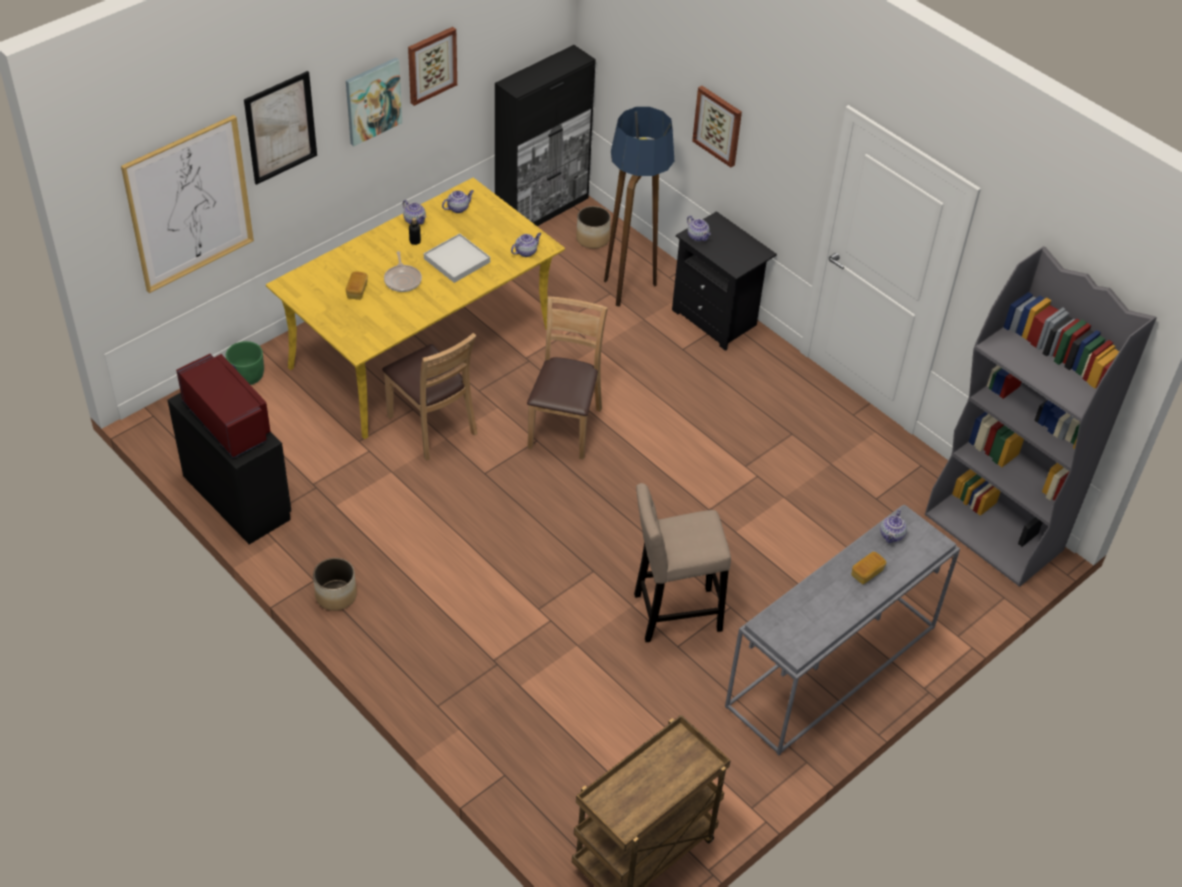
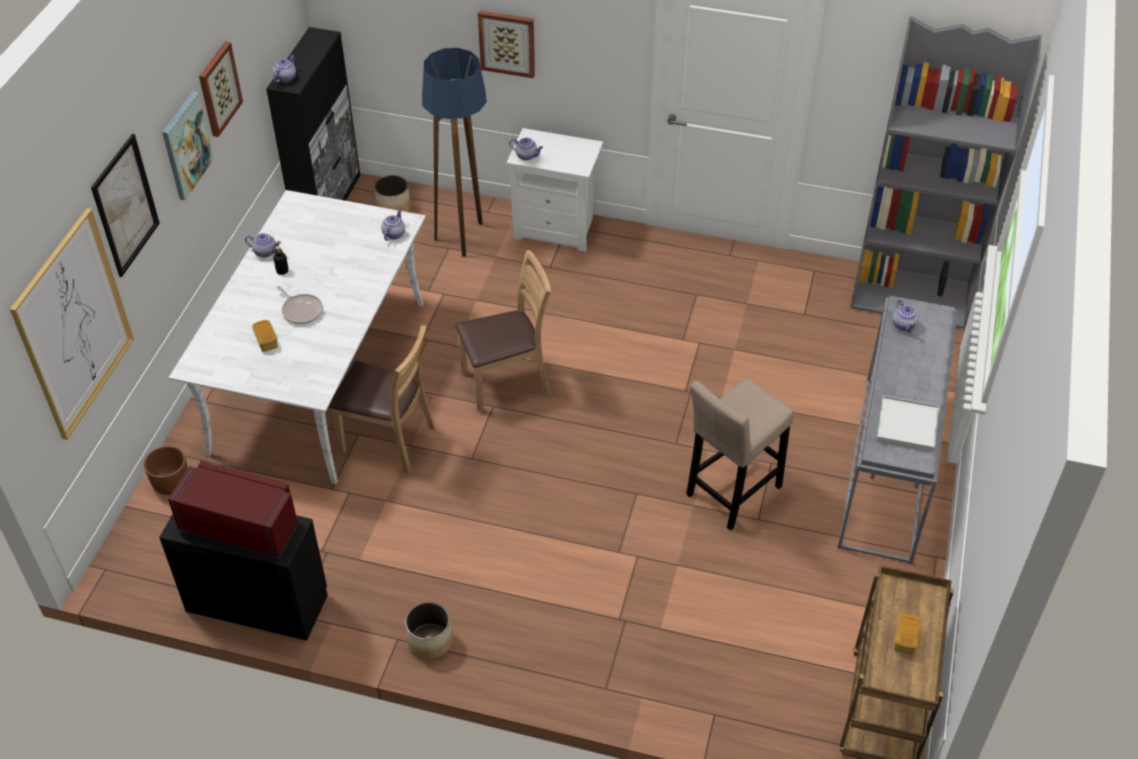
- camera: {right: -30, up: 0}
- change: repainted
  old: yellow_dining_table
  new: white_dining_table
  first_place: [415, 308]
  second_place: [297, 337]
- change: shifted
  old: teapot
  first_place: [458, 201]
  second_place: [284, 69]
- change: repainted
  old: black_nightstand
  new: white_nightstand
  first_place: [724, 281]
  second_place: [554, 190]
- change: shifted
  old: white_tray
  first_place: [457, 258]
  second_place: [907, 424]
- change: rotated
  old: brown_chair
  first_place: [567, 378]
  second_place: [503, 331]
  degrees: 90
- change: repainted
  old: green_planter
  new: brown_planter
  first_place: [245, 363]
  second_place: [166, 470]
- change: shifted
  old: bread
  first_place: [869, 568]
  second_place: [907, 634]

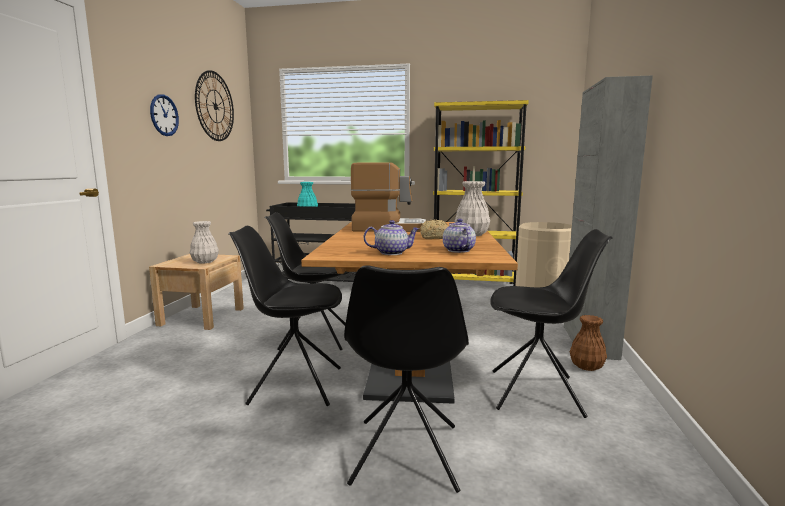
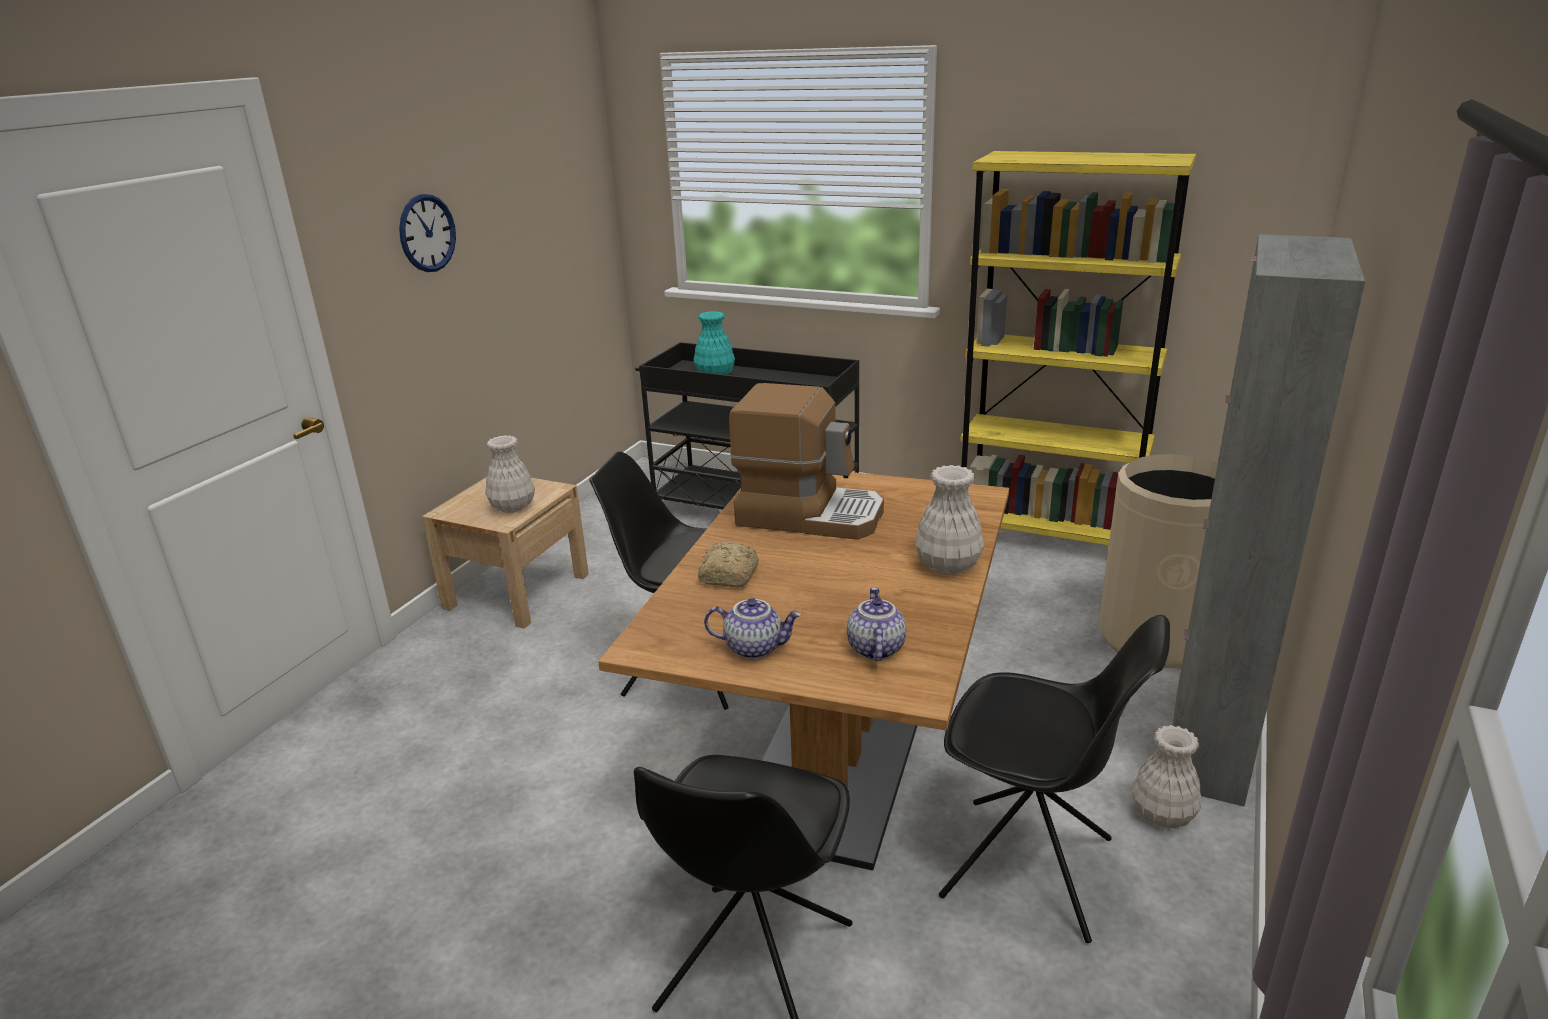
- camera: {right: 15, up: 15}
- change: gone
  old: wall_clock
  first_place: [214, 105]
- change: shifted
  old: bread
  first_place: [434, 229]
  second_place: [728, 564]
- change: gone
  old: black_chair
  first_place: [285, 316]
- change: repainted
  old: brown_vase
  new: white_vase
  first_place: [588, 343]
  second_place: [1166, 777]

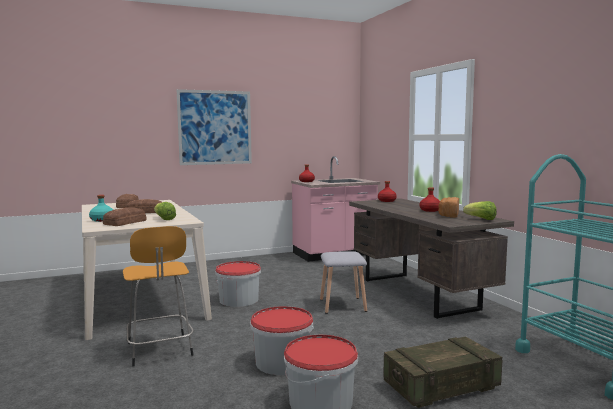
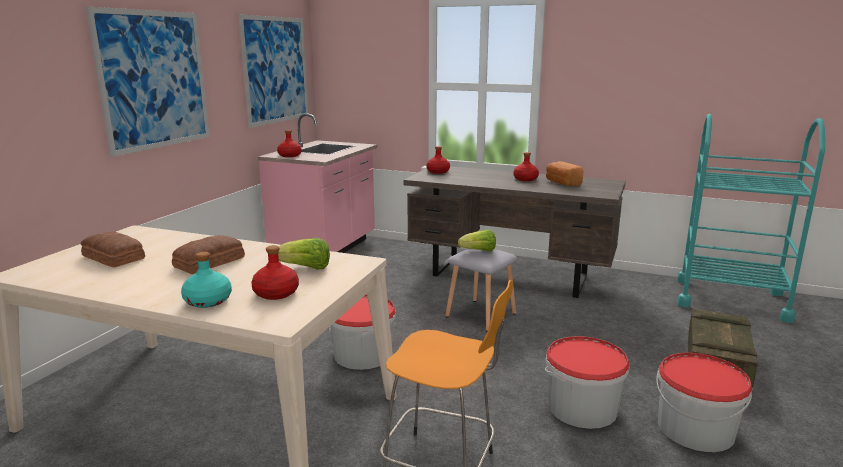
- camera: {right: -45, up: 10}
- change: shifted
  old: lettuce
  first_place: [480, 210]
  second_place: [477, 240]
- change: swapped
  old: bread
  new: red_bottle
  first_place: [125, 217]
  second_place: [275, 272]
- change: new
  new: picture
  second_place: [273, 71]

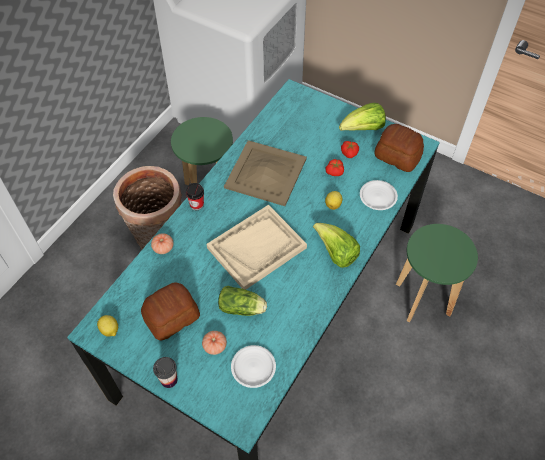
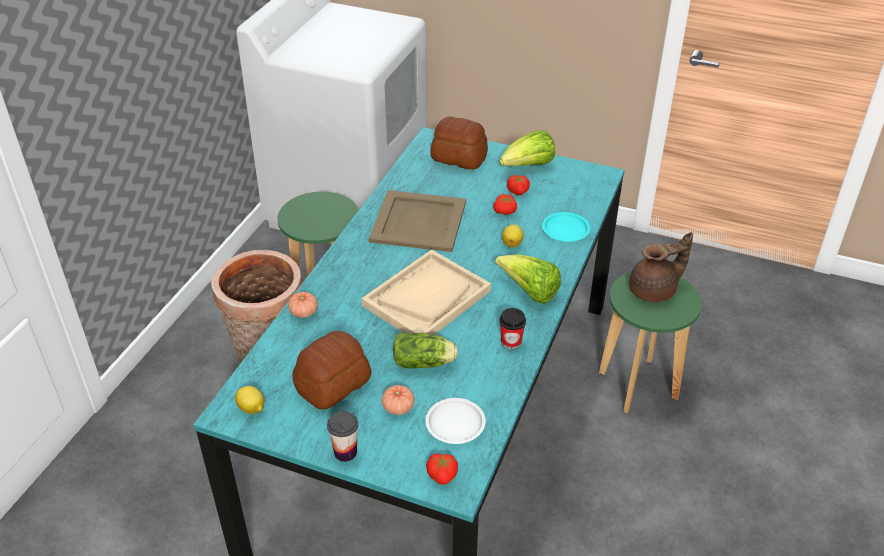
- camera: {right: -10, up: -15}
- change: shifted
  old: bread
  first_place: [399, 148]
  second_place: [459, 143]
- change: repainted
  old: white_plate
  new: turquoise_plate
  first_place: [379, 195]
  second_place: [566, 227]
- change: shifted
  old: cup
  first_place: [195, 196]
  second_place: [512, 329]
- change: new
  new: brown_teapot
  second_place: [661, 267]
- change: new
  new: tomato
  second_place: [442, 469]

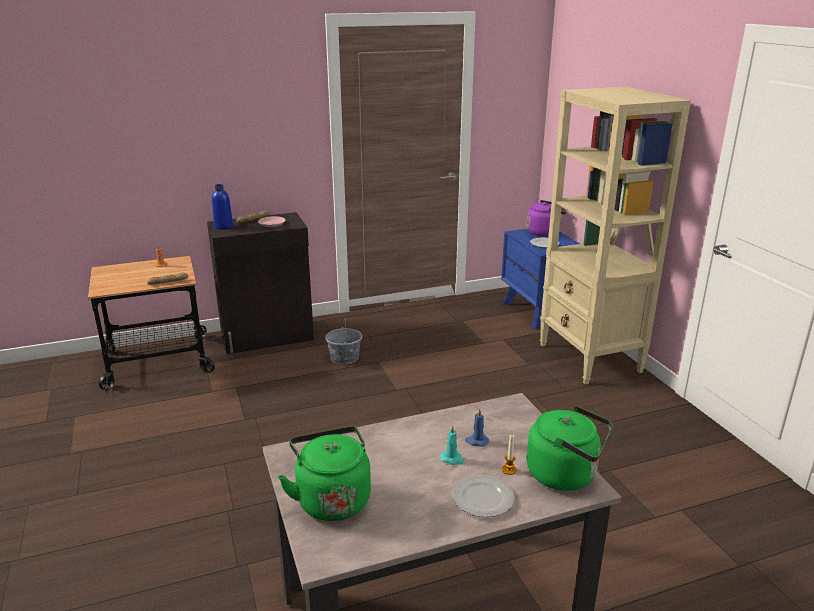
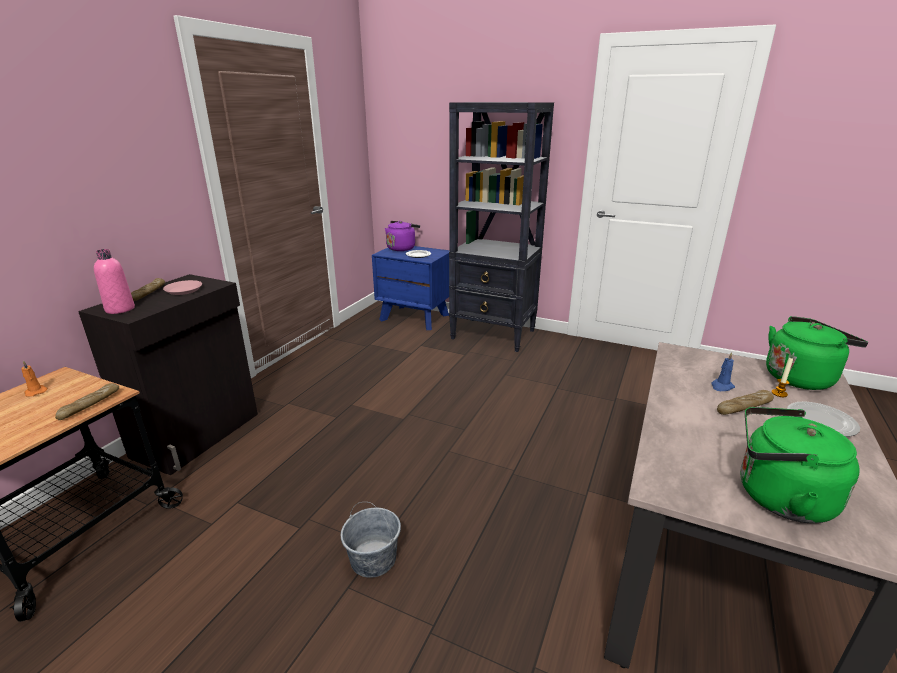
- camera: {right: -45, up: 0}
- change: repainted
  old: beige_bookcase
  new: black_bookcase
  first_place: [615, 236]
  second_place: [501, 227]
- change: repainted
  old: blue_bottle
  new: pink_bottle
  first_place: [222, 207]
  second_place: [114, 281]
- change: shifted
  old: grey_bucket
  first_place: [343, 341]
  second_place: [371, 540]
- change: swapped
  old: turquoise_candle
  new: bread
  first_place: [452, 445]
  second_place: [745, 402]

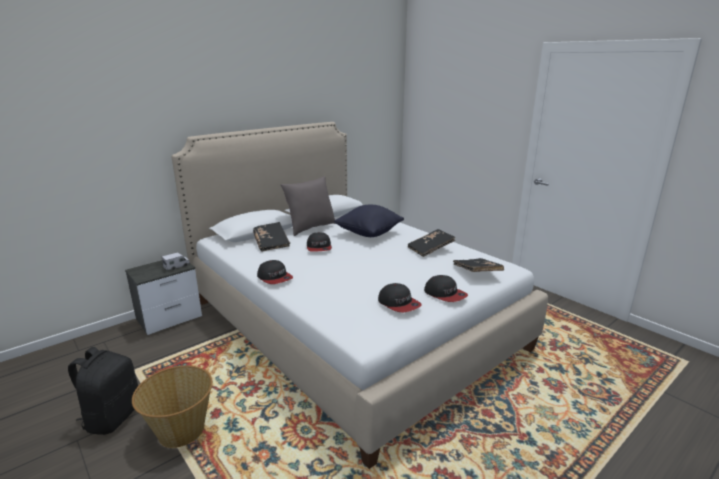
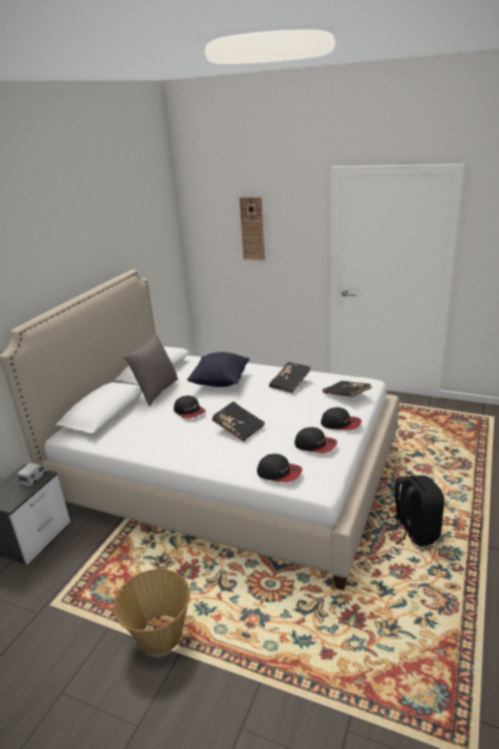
- camera: {right: -25, up: 5}
- change: shifted
  old: black_book
  first_place: [271, 237]
  second_place: [238, 421]
- change: shifted
  old: cap
  first_place: [275, 272]
  second_place: [279, 468]
- change: shifted
  old: black_backpack
  first_place: [103, 391]
  second_place: [414, 511]
- change: new
  new: wall_clock
  second_place: [252, 229]

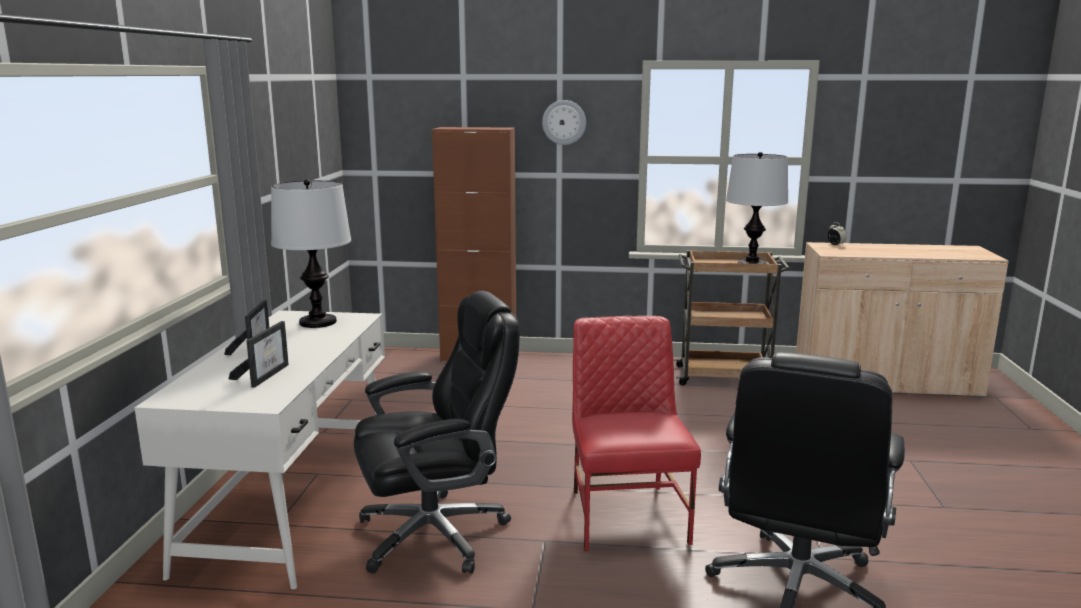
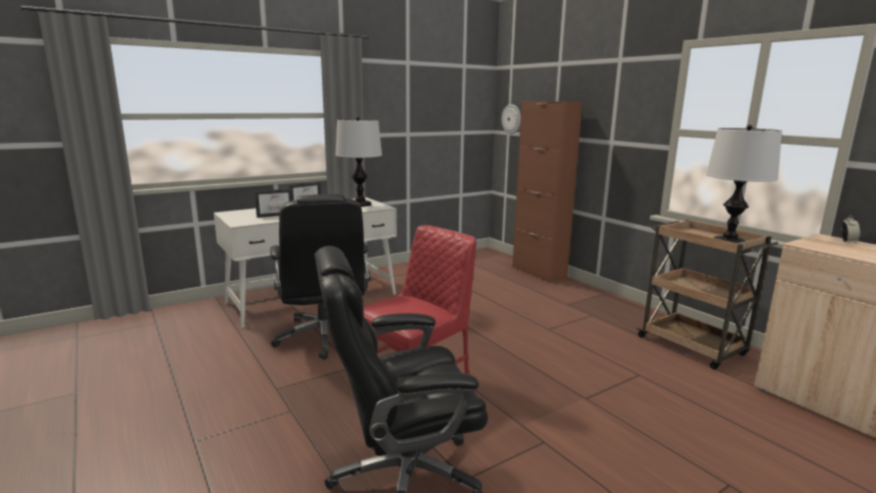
- camera: {right: 50, up: 0}
- change: shifted
  old: wall_clock
  first_place: [564, 122]
  second_place: [511, 119]
- change: rotated
  old: black_office_chair
  first_place: [437, 432]
  second_place: [320, 277]
  degrees: 45

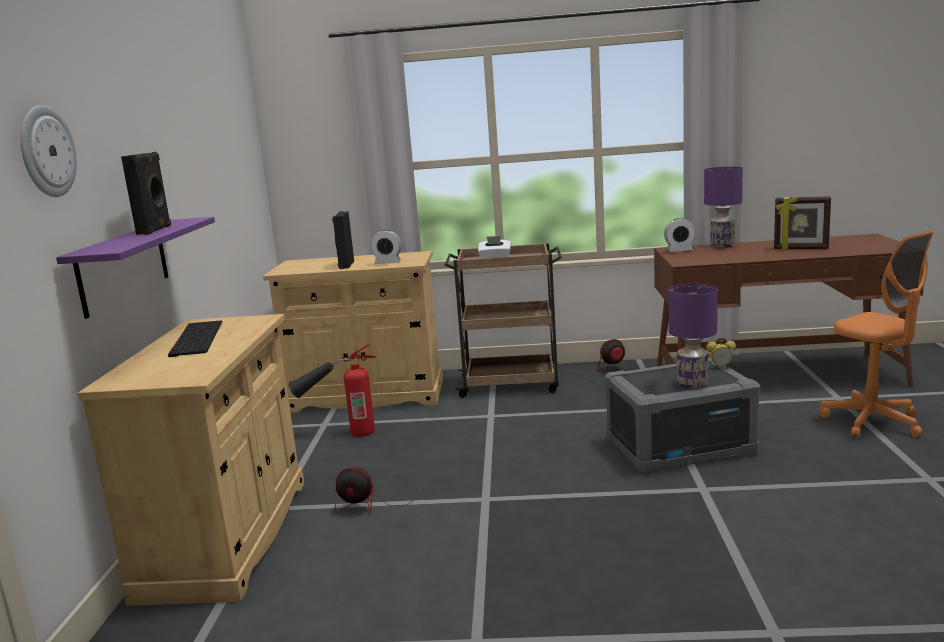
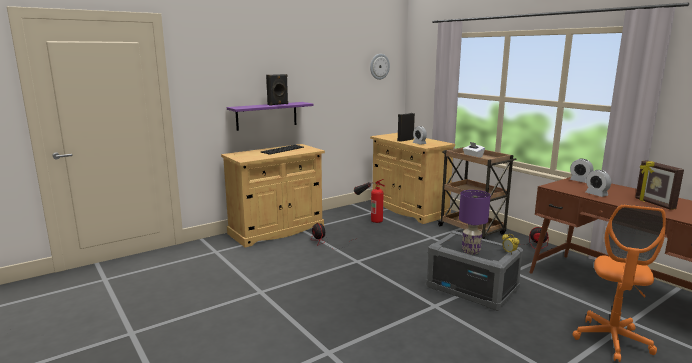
- camera: {right: 50, up: 0}
- change: shifted
  old: wall_clock
  first_place: [49, 151]
  second_place: [380, 67]
- change: gone
  old: purple_table_lamp
  first_place: [723, 207]
- change: new
  new: alarm_clock
  second_place: [598, 183]

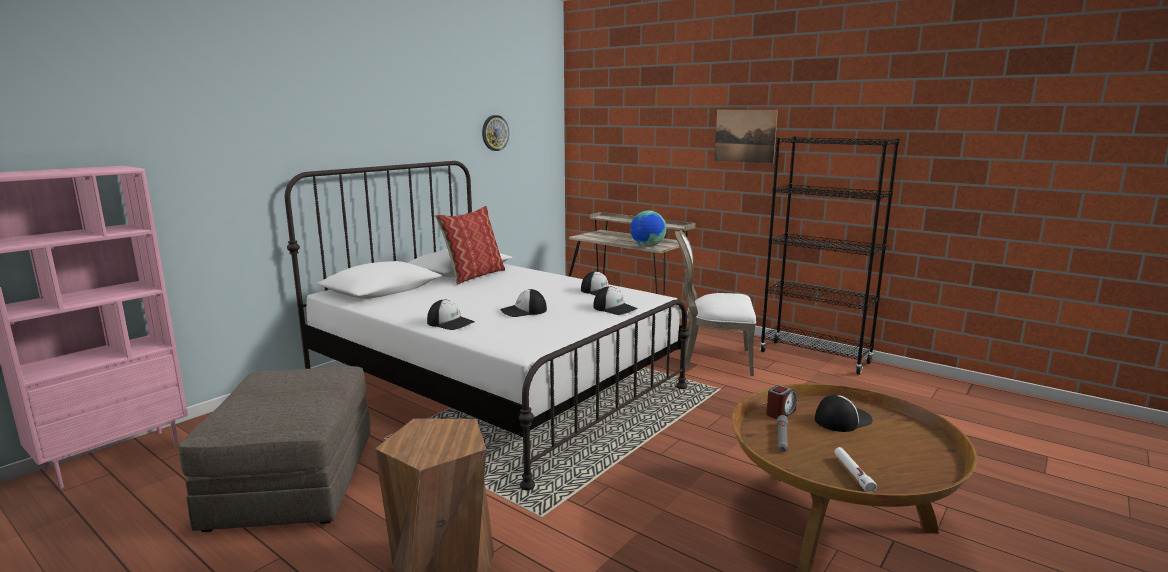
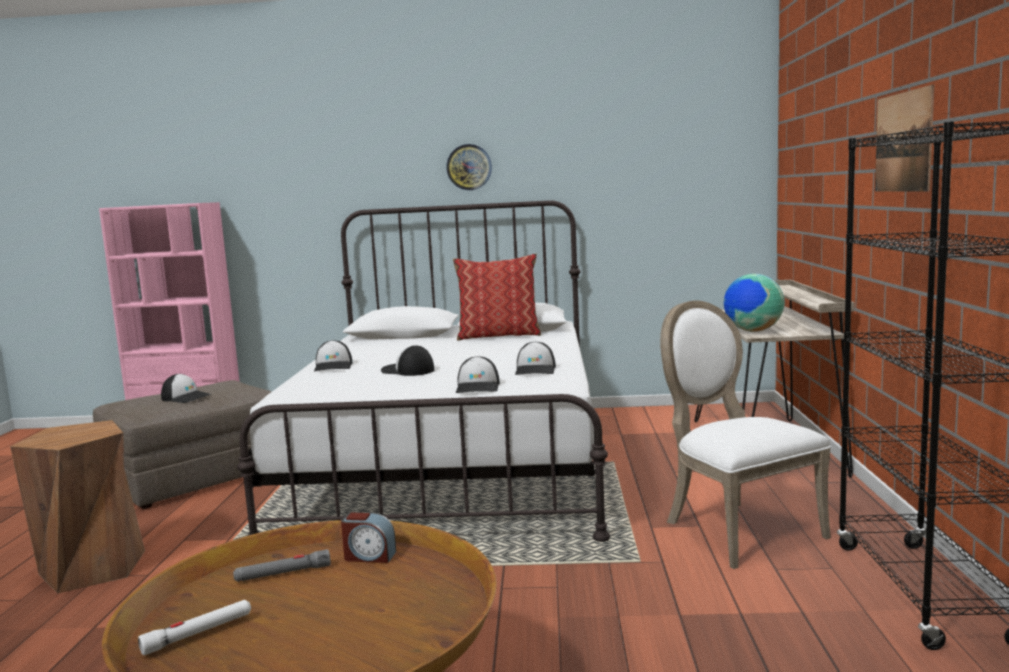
- camera: {right: 55, up: -5}
- change: shifted
  old: wall_clock
  first_place: [495, 133]
  second_place: [469, 167]
- change: shifted
  old: cap
  first_place: [844, 413]
  second_place: [186, 388]

